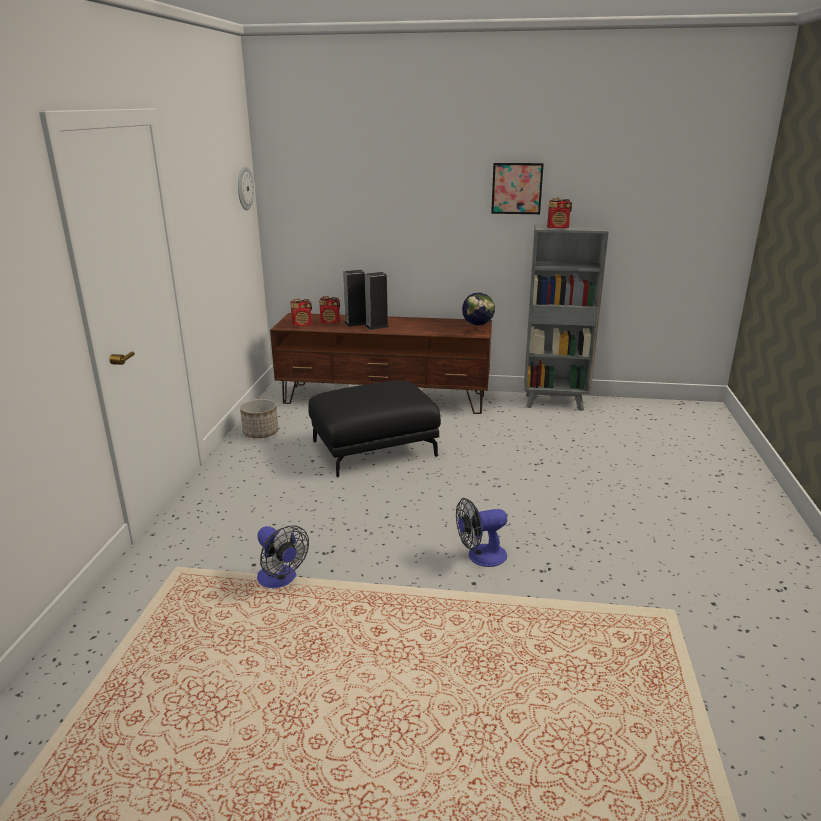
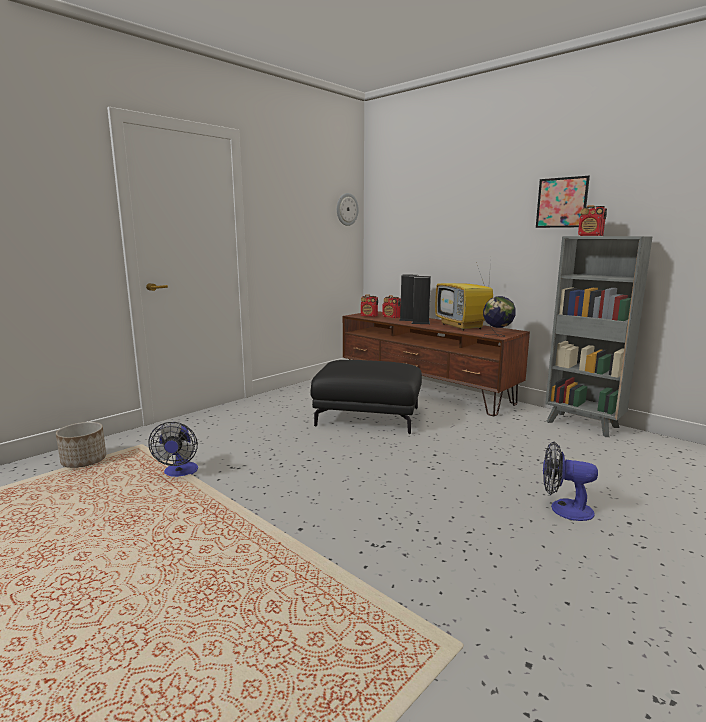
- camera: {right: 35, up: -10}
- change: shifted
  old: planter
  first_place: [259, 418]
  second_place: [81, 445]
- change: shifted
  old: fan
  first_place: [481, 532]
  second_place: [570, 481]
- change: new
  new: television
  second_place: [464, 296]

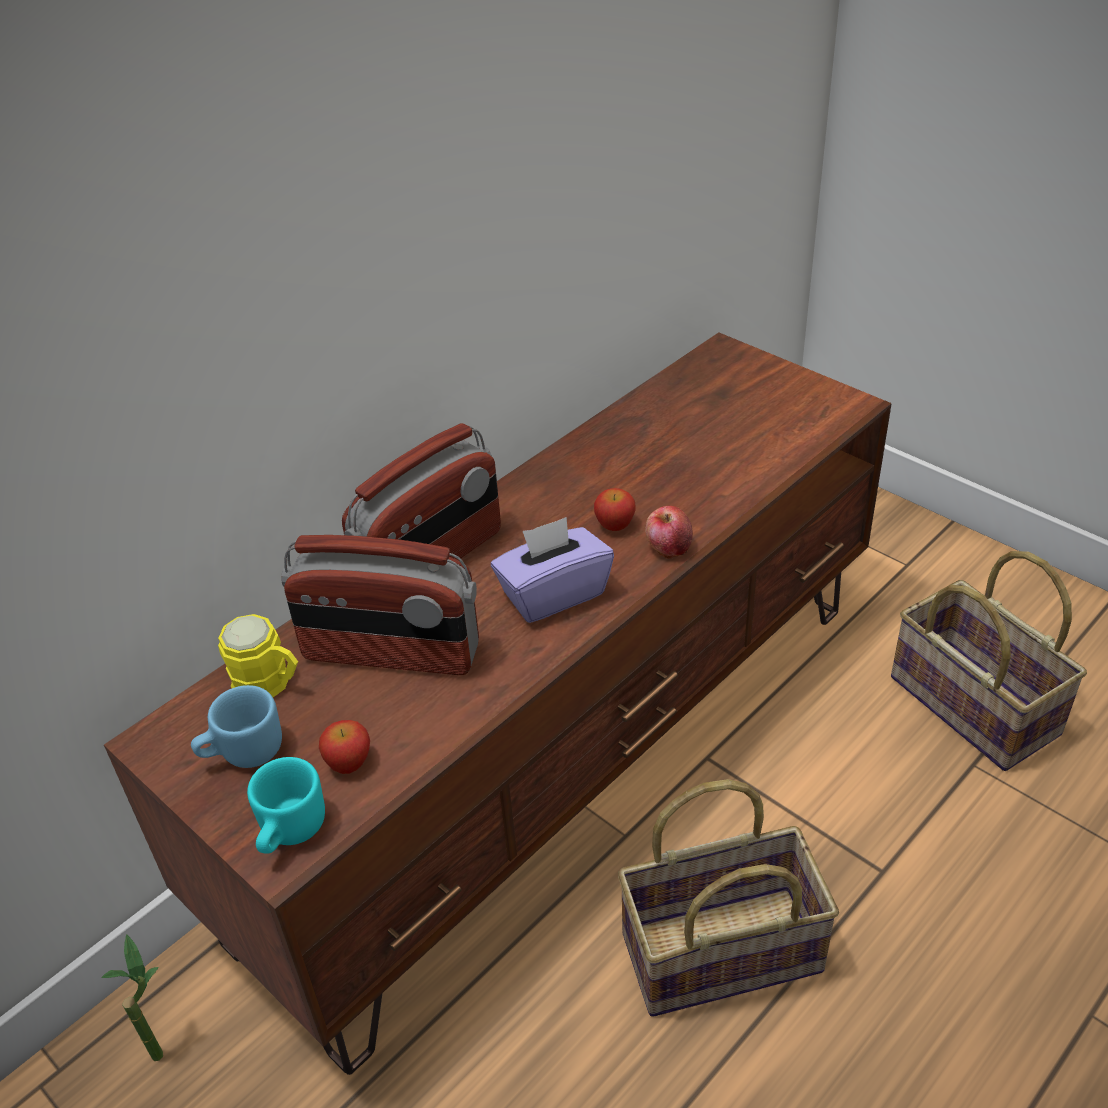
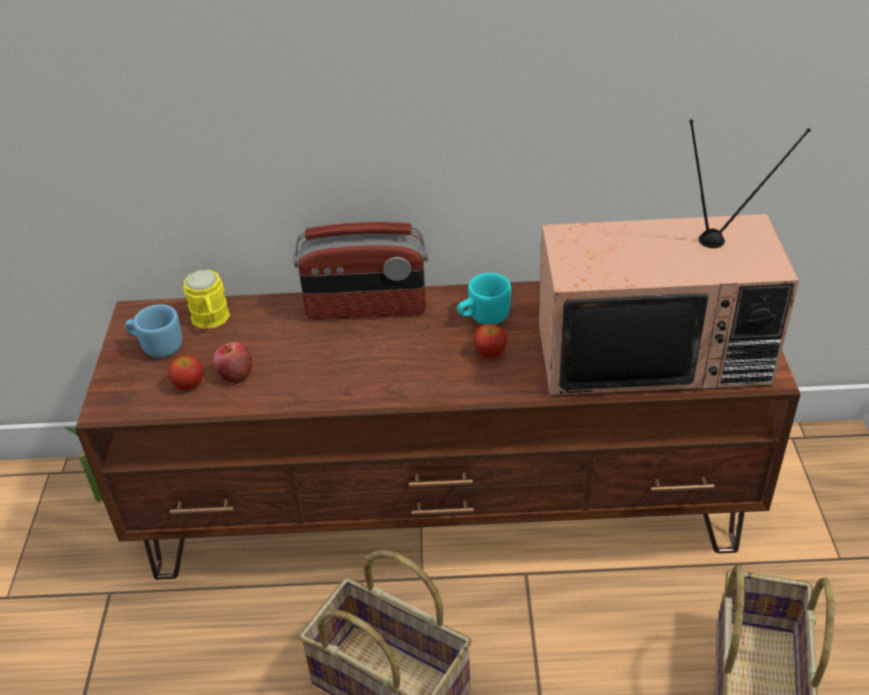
- camera: {right: 45, up: 0}
- change: shifted
  old: apple
  first_place: [669, 532]
  second_place: [232, 363]
- change: gone
  old: purple_tissue_box
  first_place: [552, 570]
- change: gone
  old: radio
  first_place: [380, 605]
- change: shifted
  old: turquoise_mug
  first_place: [286, 805]
  second_place: [484, 299]
- change: new
  new: television
  second_place: [675, 257]

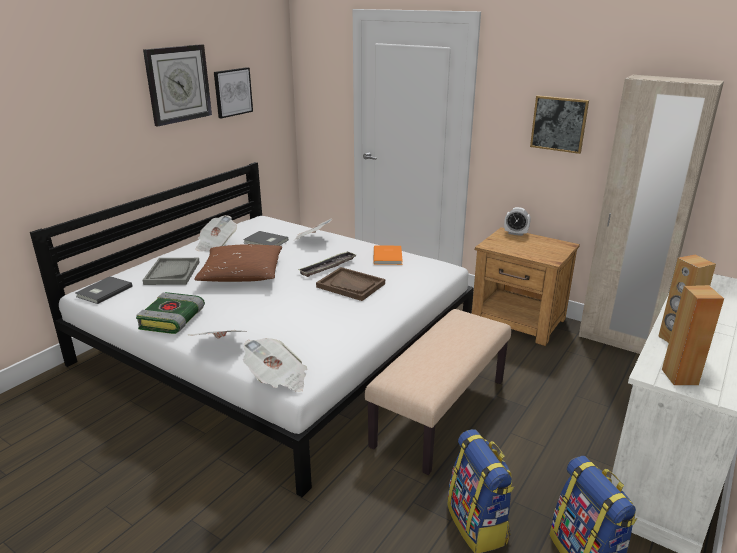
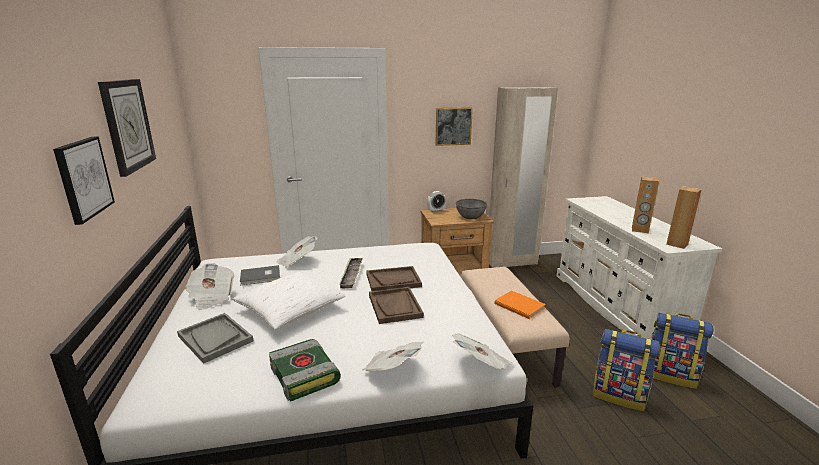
- camera: {right: -45, up: -5}
- change: shifted
  old: picture
  first_place: [233, 93]
  second_place: [84, 180]
- change: repainted
  old: brown_pillow
  new: white_pillow
  first_place: [238, 263]
  second_place: [288, 300]
- change: shifted
  old: orange_book
  first_place: [388, 255]
  second_place: [520, 304]
- change: gone
  old: grey_book
  first_place: [104, 290]
- change: new
  new: grey_bowl
  second_place: [471, 209]
- change: new
  new: brown_tray
  second_place: [396, 305]

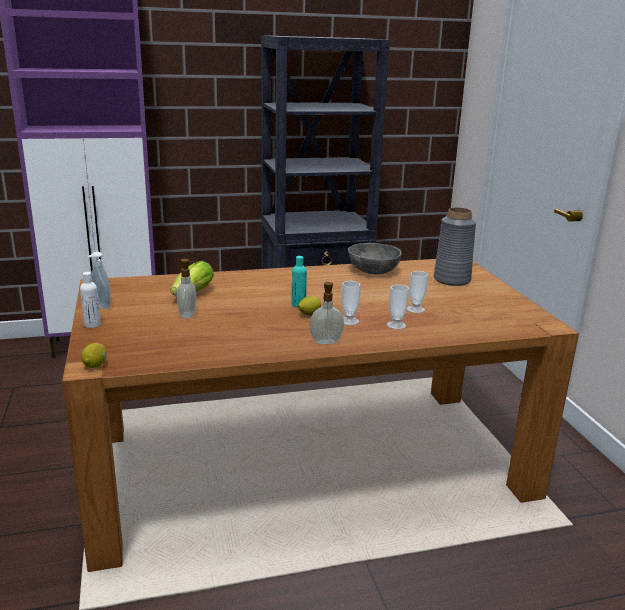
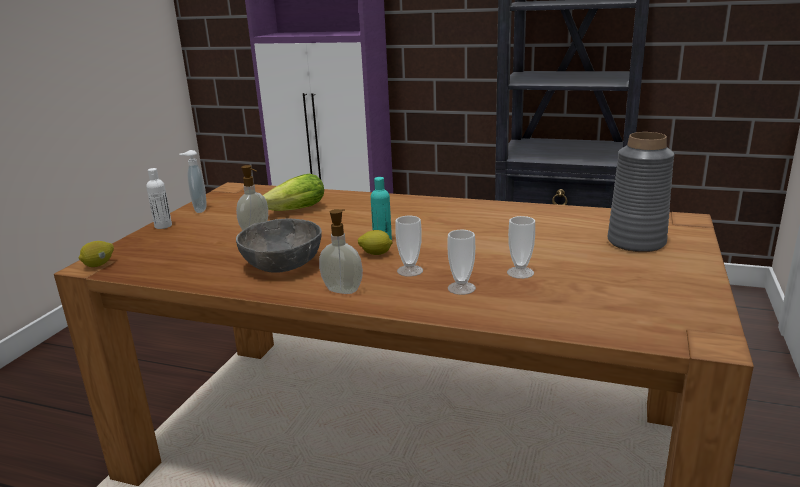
- camera: {right: 35, up: 0}
- change: shifted
  old: grey_bowl
  first_place: [375, 258]
  second_place: [279, 246]

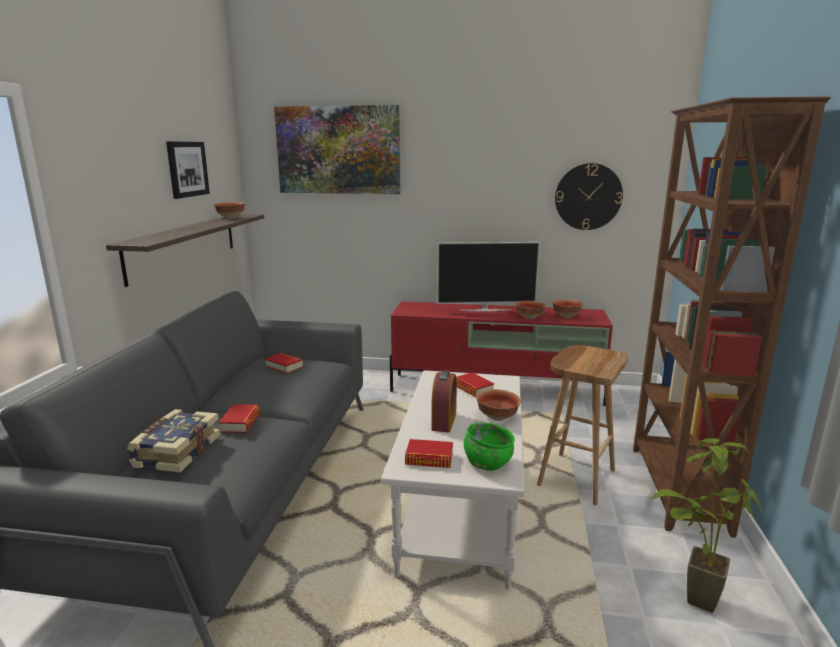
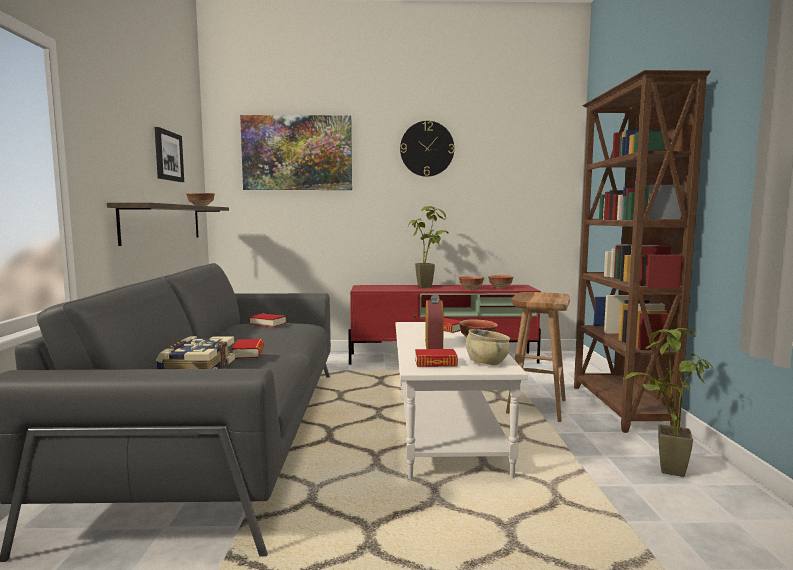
- camera: {right: -10, up: -10}
- change: shifted
  old: wall_clock
  first_place: [589, 196]
  second_place: [427, 149]
- change: swapped
  old: television
  new: potted_plant
  first_place: [488, 277]
  second_place: [428, 247]
- change: repainted
  old: green_bowl
  new: beige_bowl
  first_place: [489, 447]
  second_place: [488, 347]

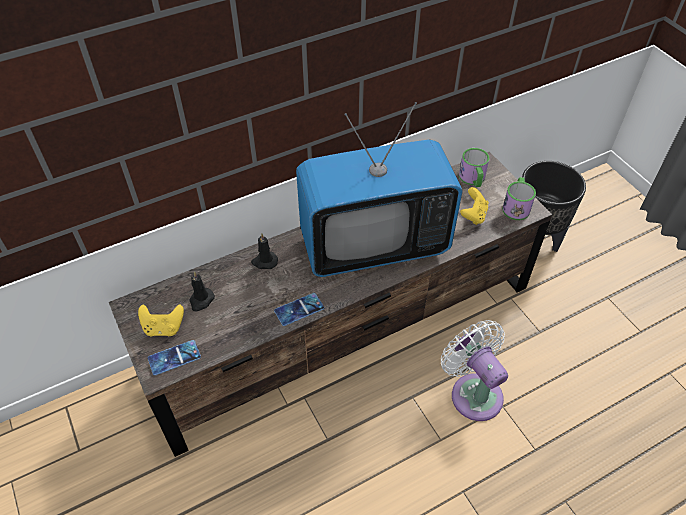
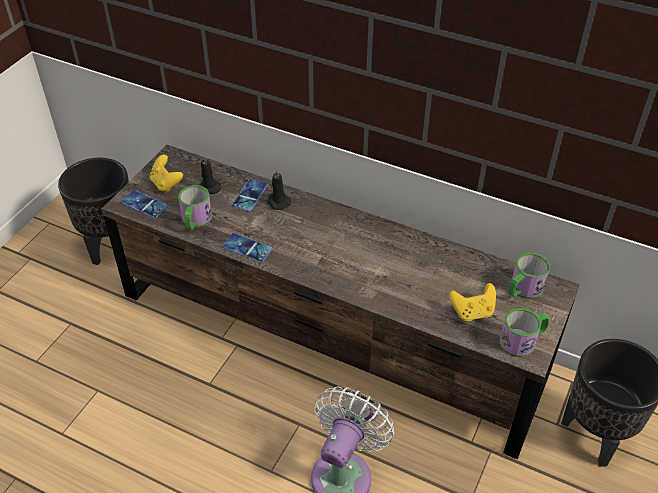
- camera: {right: 55, up: -5}
- change: gone
  old: television
  first_place: [379, 189]
- change: new
  new: black_planter
  second_place: [93, 211]
- change: new
  new: phone
  second_place: [250, 195]
- change: new
  new: mug
  second_place: [195, 207]

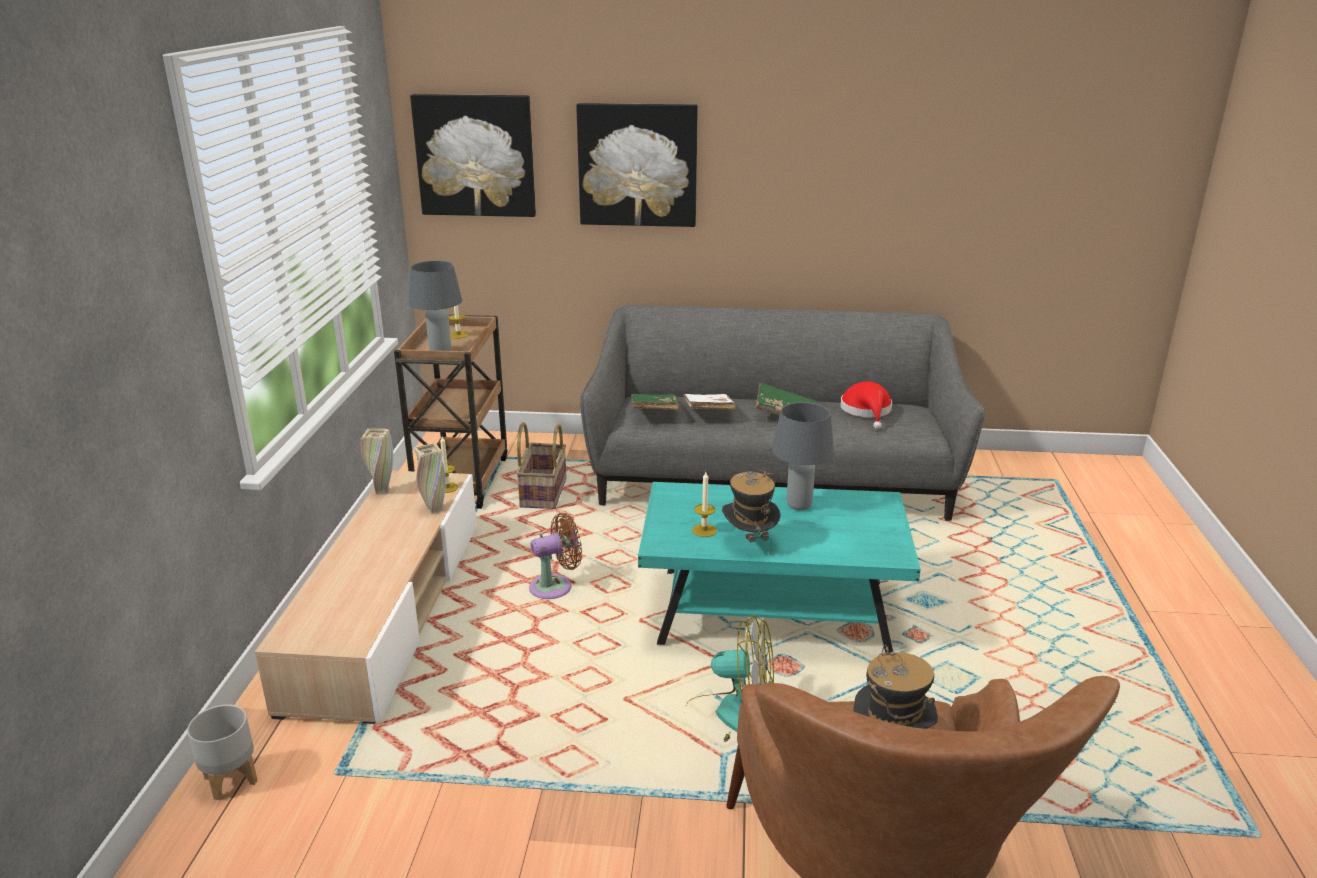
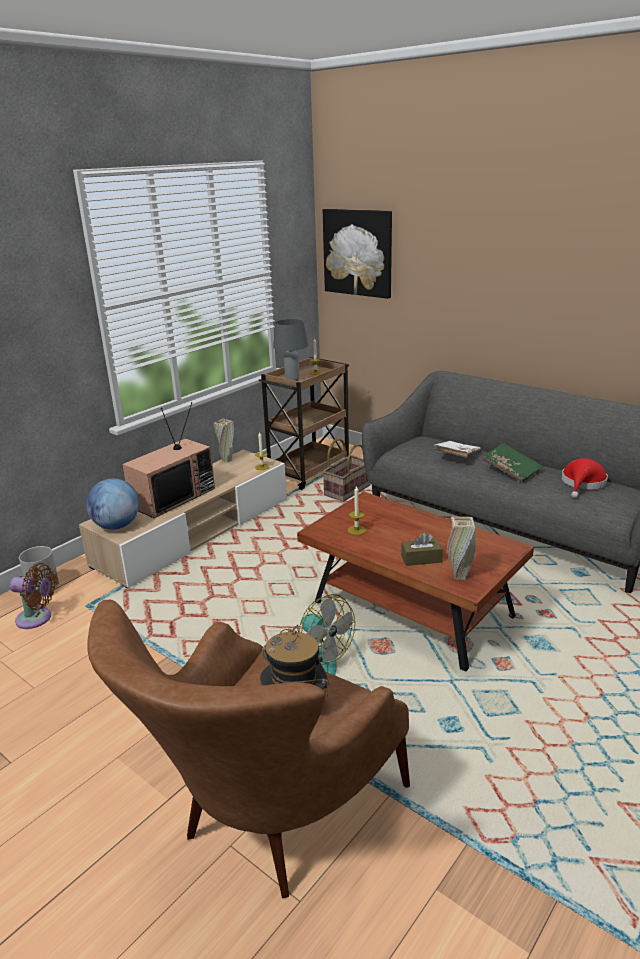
- camera: {right: 35, up: 0}
- change: gone
  old: picture
  first_place: [637, 165]
- change: gone
  old: green_book
  first_place: [655, 401]
- change: gone
  old: grey_table_lamp
  first_place: [803, 456]
- change: shifted
  old: beige_vase
  first_place: [430, 478]
  second_place: [461, 548]
- change: gone
  old: hat
  first_place: [751, 513]
- change: repainted
  old: turquoise_coffee_table
  new: brown_coffee_table
  first_place: [779, 567]
  second_place: [415, 582]
- change: shifted
  old: brown_fan
  first_place: [555, 556]
  second_place: [32, 596]
- change: new
  new: television
  second_place: [168, 460]
- change: new
  new: globe
  second_place: [112, 504]
- change: new
  new: brown_tissue_box
  second_place: [422, 549]

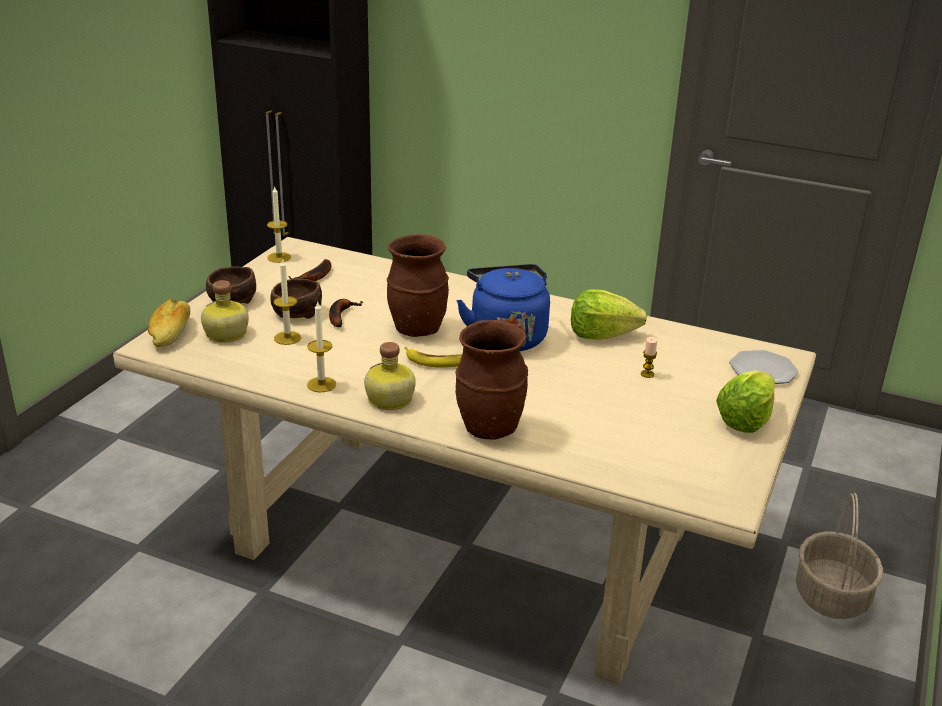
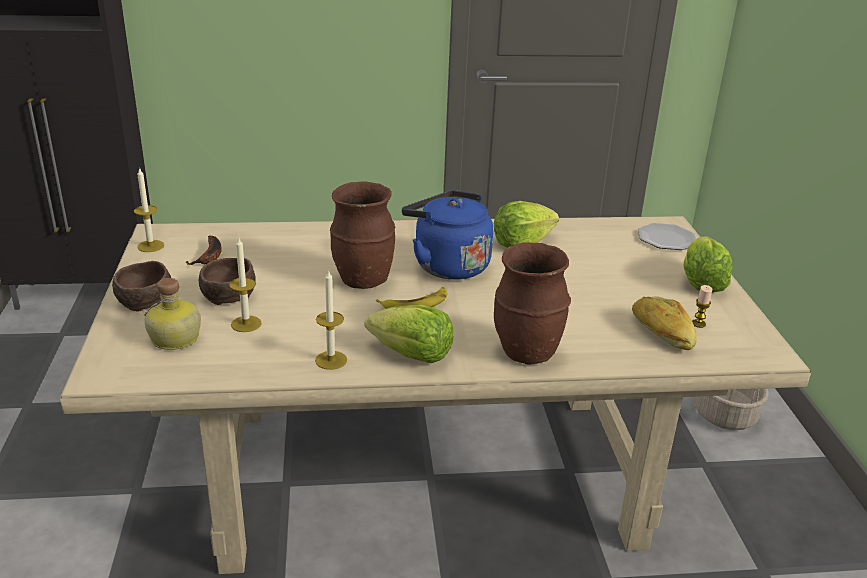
- camera: {right: -30, up: 0}
- change: shifted
  old: bread
  first_place: [169, 323]
  second_place: [664, 323]
- change: gone
  old: banana
  first_place: [345, 313]
- change: shifted
  old: candle
  first_place: [649, 357]
  second_place: [702, 306]
- change: swapped
  old: bottle
  new: lettuce
  first_place: [390, 376]
  second_place: [408, 334]

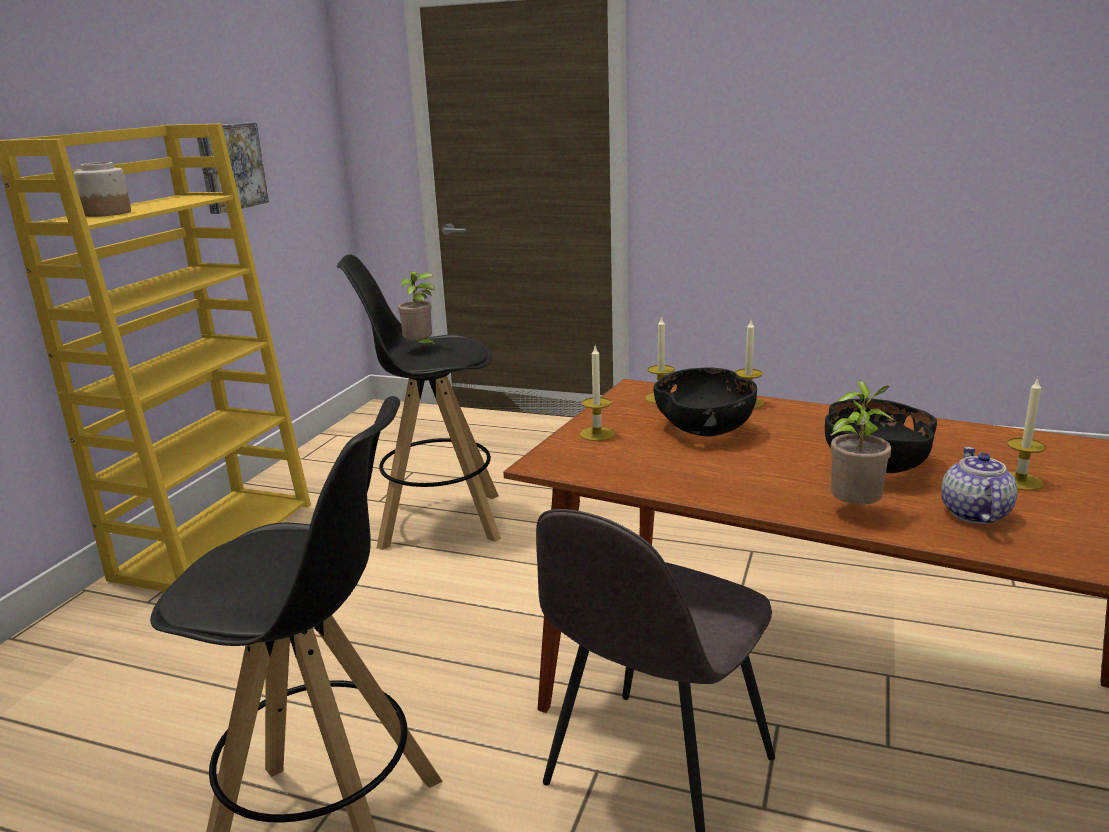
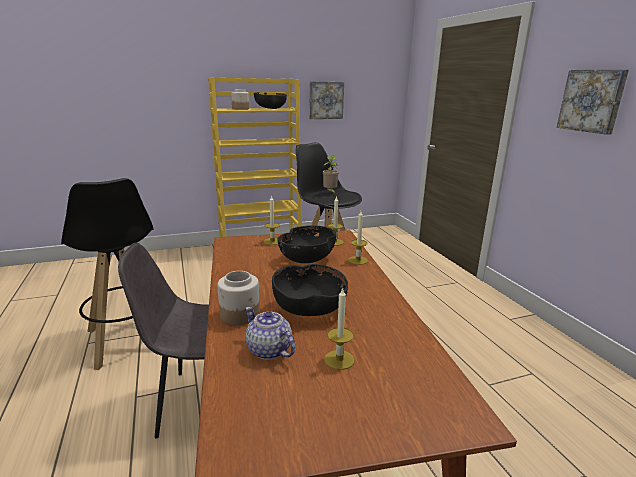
- camera: {right: 50, up: 0}
- change: swapped
  old: potted_plant
  new: jar
  first_place: [862, 442]
  second_place: [238, 298]
- change: rotated
  old: teapot
  first_place: [979, 485]
  second_place: [270, 333]
  degrees: -105
- change: new
  new: picture
  second_place: [593, 102]
- change: new
  new: black_bowl
  second_place: [270, 100]

